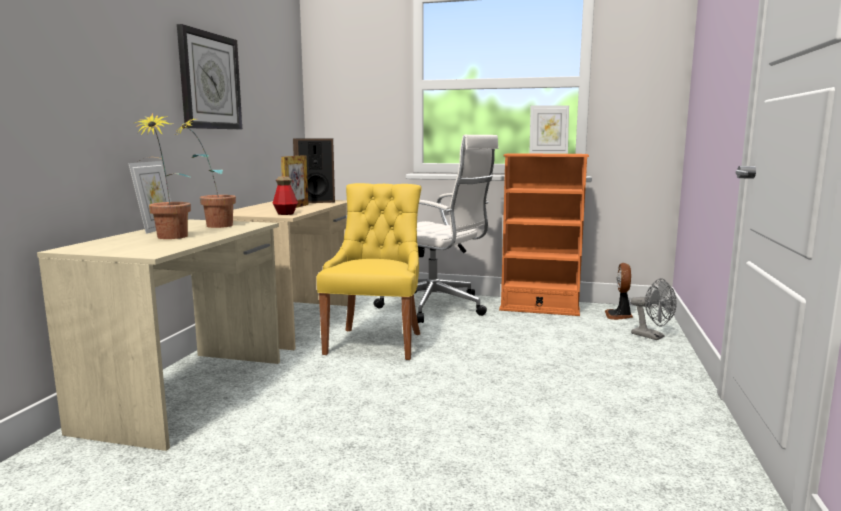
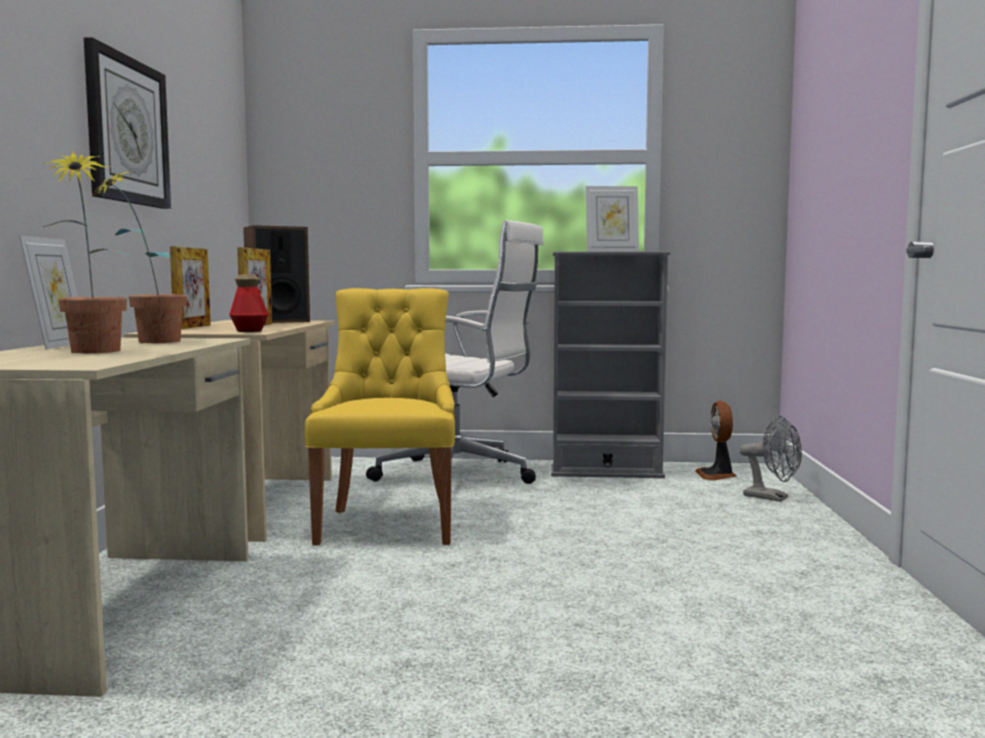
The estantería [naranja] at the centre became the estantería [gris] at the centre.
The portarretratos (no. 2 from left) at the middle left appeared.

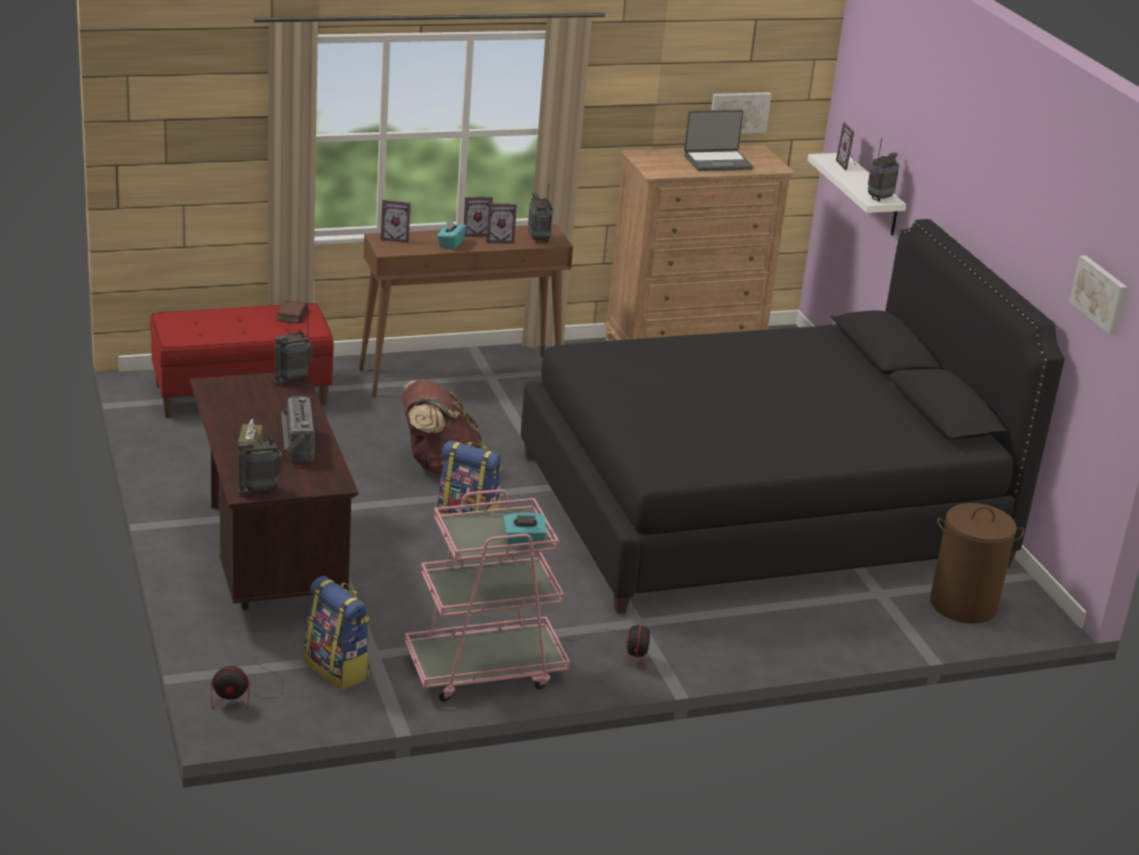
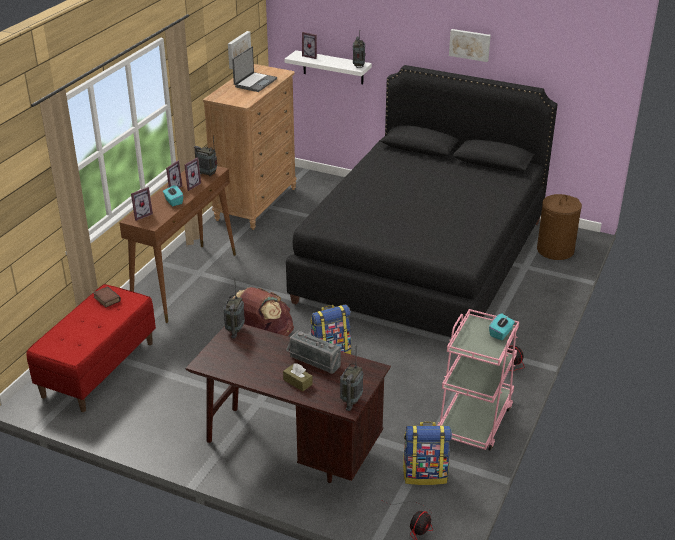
The cuadro (no. 2 from left) moved from the middle right to the top right.

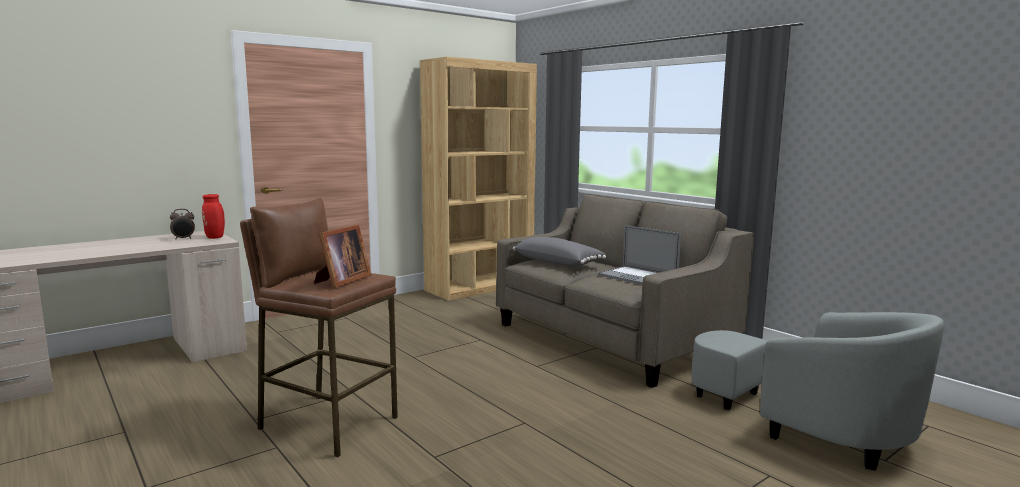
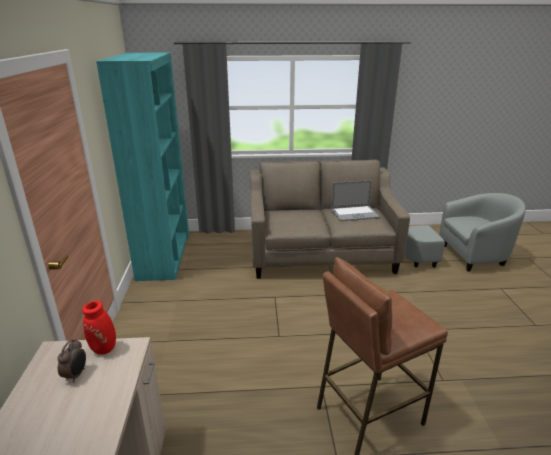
The estantería [marrón] at the centre became the estantería [turquesa] at the middle left.
The portarretratos at the centre disappeared.
The cojín [gris] at the centre disappeared.

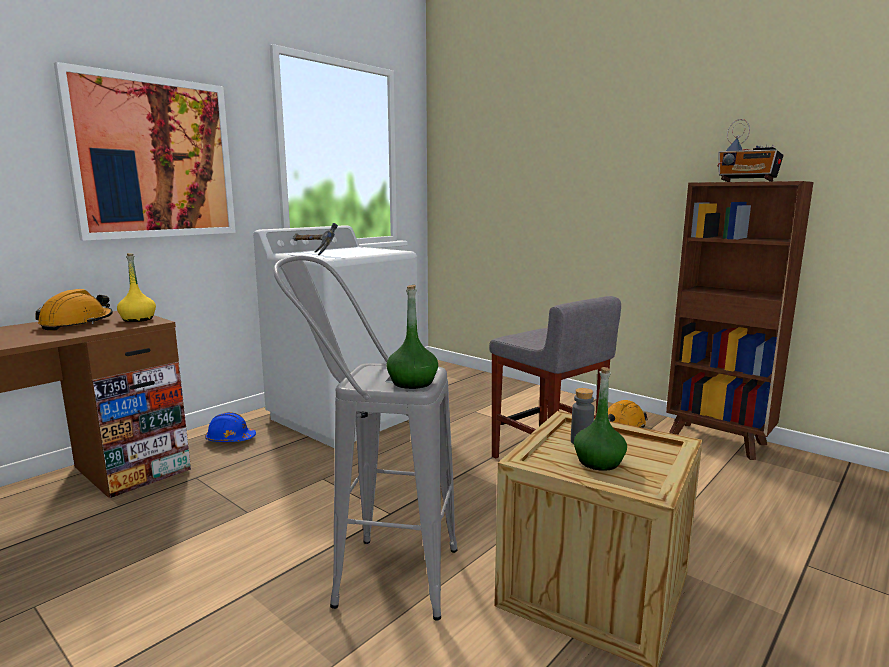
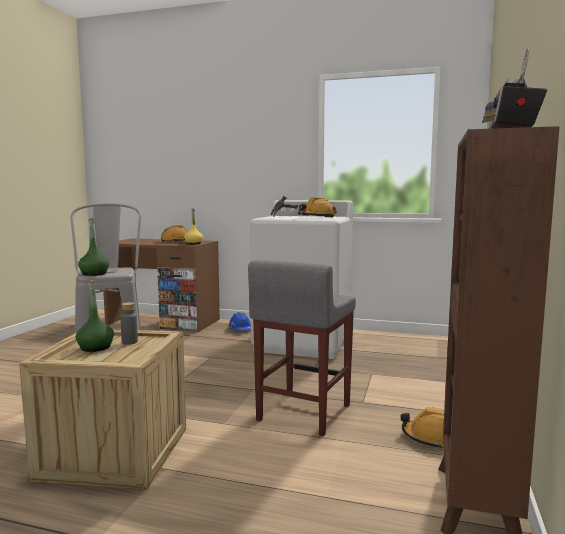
The cuadro at the top left disappeared.
The casco [naranja] (no. 2 from left) at the centre appeared.

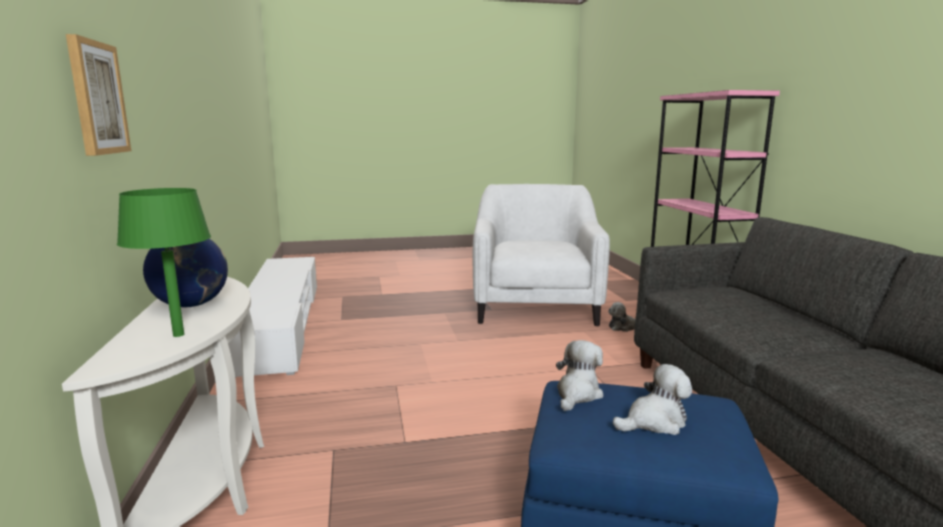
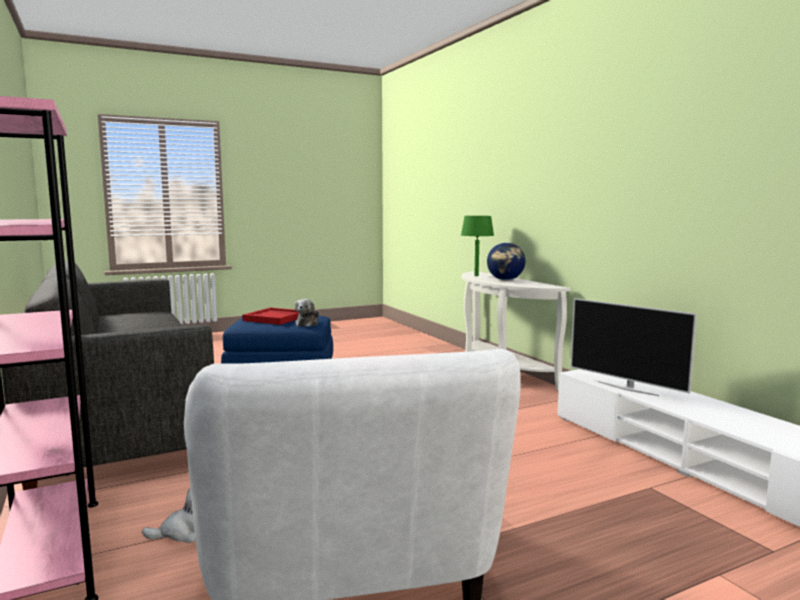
The cuadro at the top left disappeared.
The peluche (no. 3 from left) at the bottom right was replaced by the bandeja [rojo] at the centre.
The televisor at the middle right appeared.

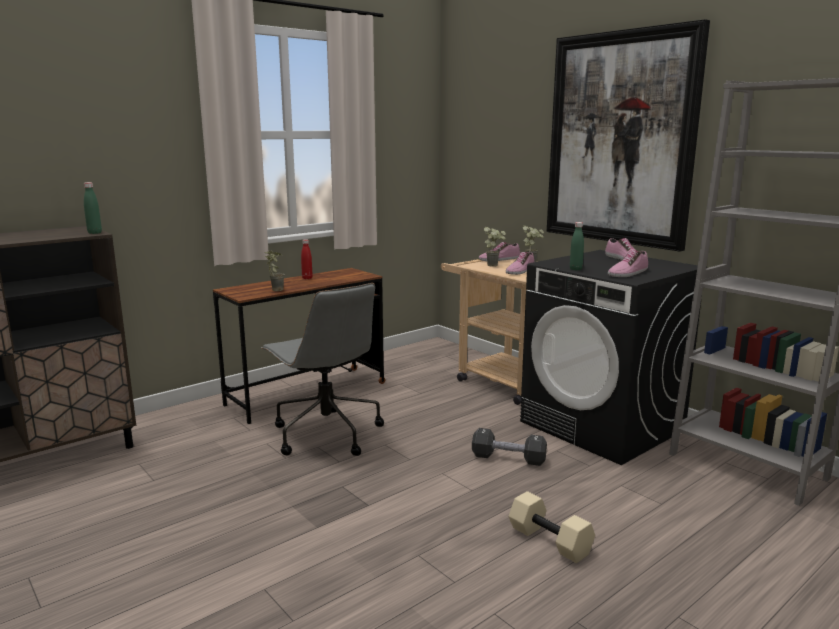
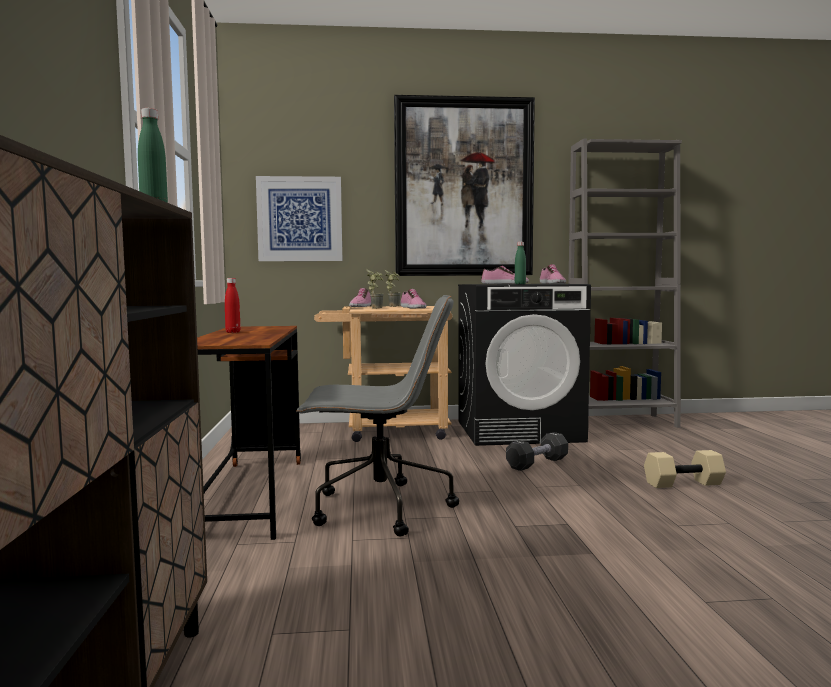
The planta en maceta (no. 1 from left) at the middle left disappeared.
The cuadro (no. 1 from left) at the top centre appeared.

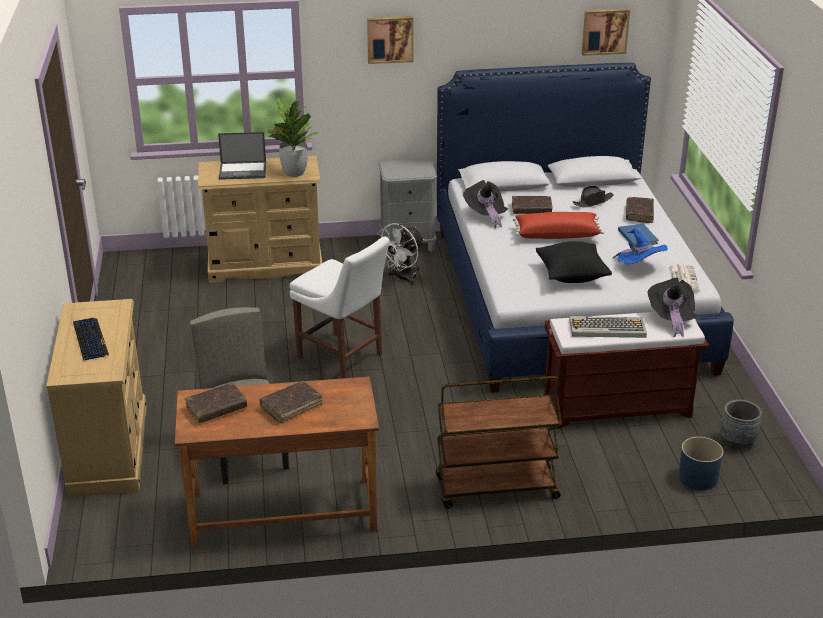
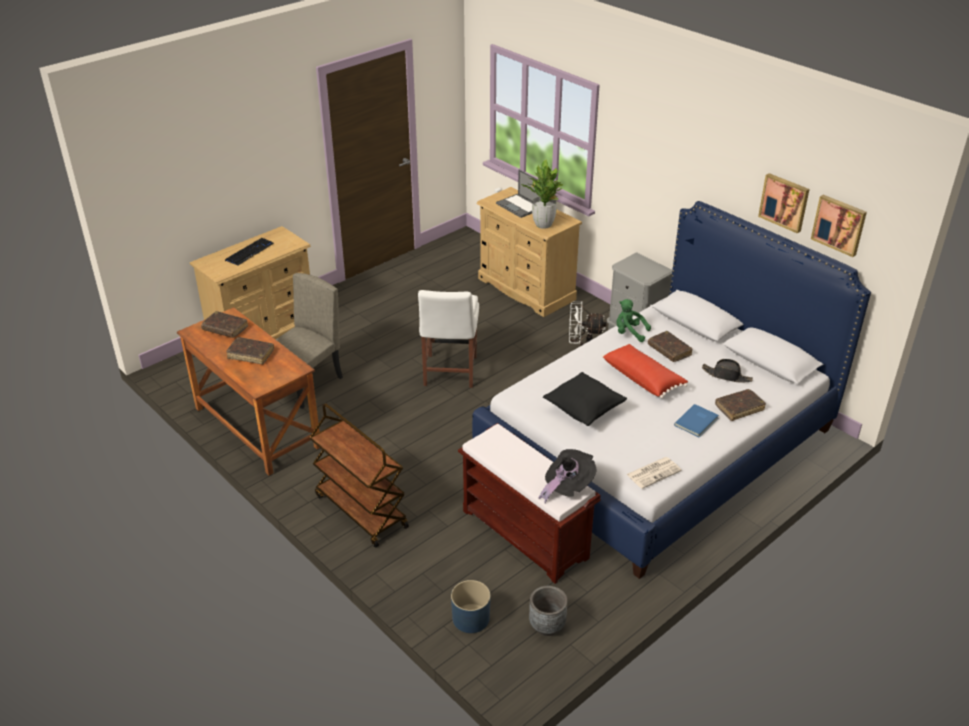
The cuadro (no. 1 from left) moved from the top centre to the top right.
The sombrero [negro] (no. 1 from left) at the top centre was replaced by the peluche [verde] at the centre.
The sombrero [azul] at the middle right disappeared.
The teclado (no. 2 from left) at the middle right disappeared.

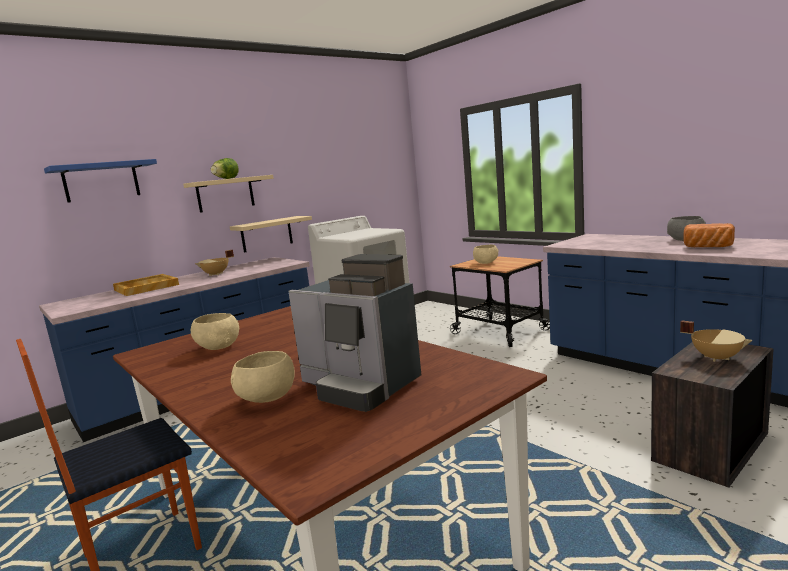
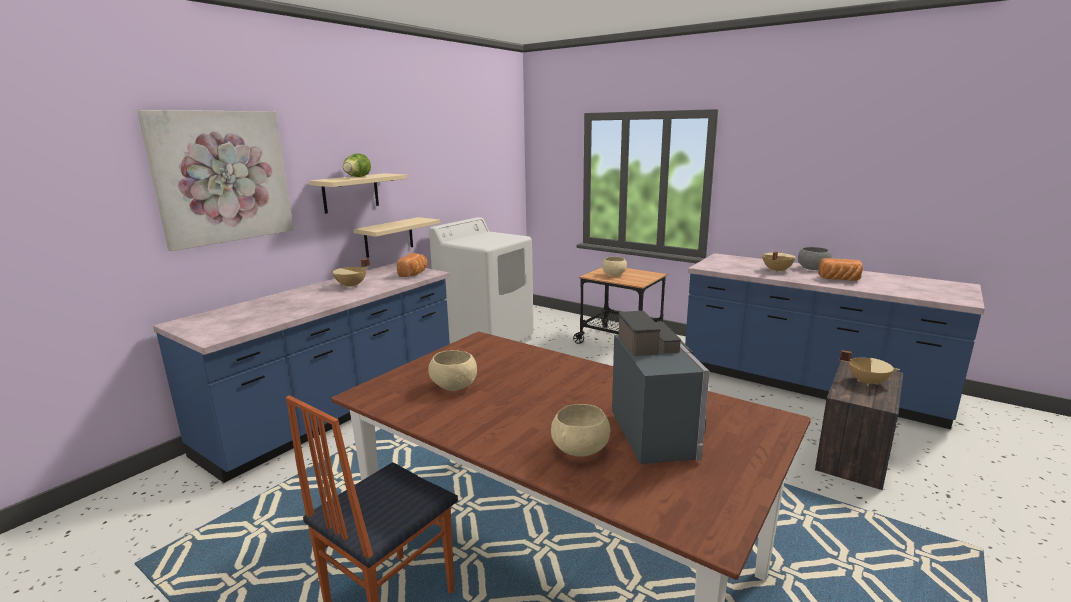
The estante [azul] at the top left was replaced by the cuadro at the top left.
The cafetera at the centre turned 120 degrees counterclockwise.
The bandeja [beis] at the middle left disappeared.
The olla [beis] (no. 2 from left) at the middle right appeared.
The pan (no. 1 from left) at the centre appeared.

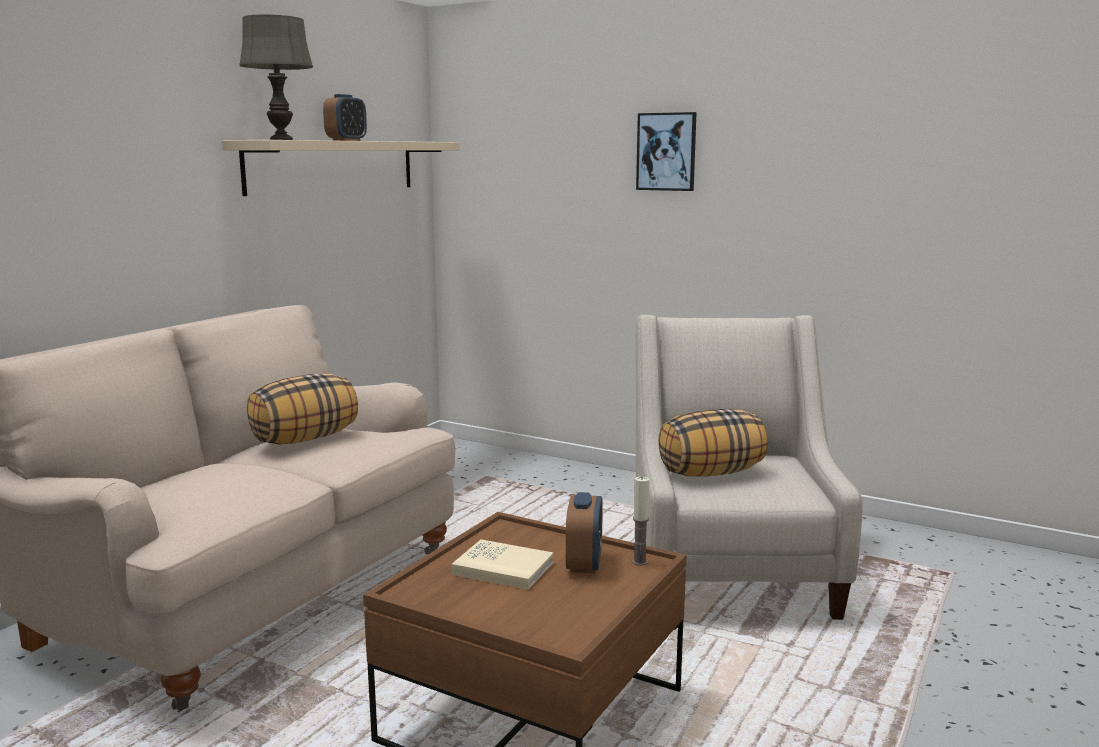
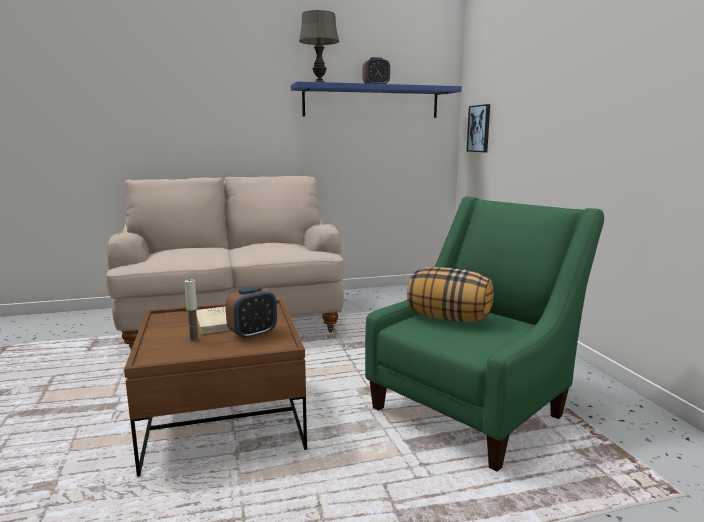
The cuadro moved from the top centre to the top right.
The estante [beis] at the top left became the estante [azul] at the top centre.
The sillón [beis] at the middle right became the sillón [verde] at the middle right.
The cojín (no. 1 from left) at the middle left disappeared.
The vela moved from the bottom centre to the middle left.

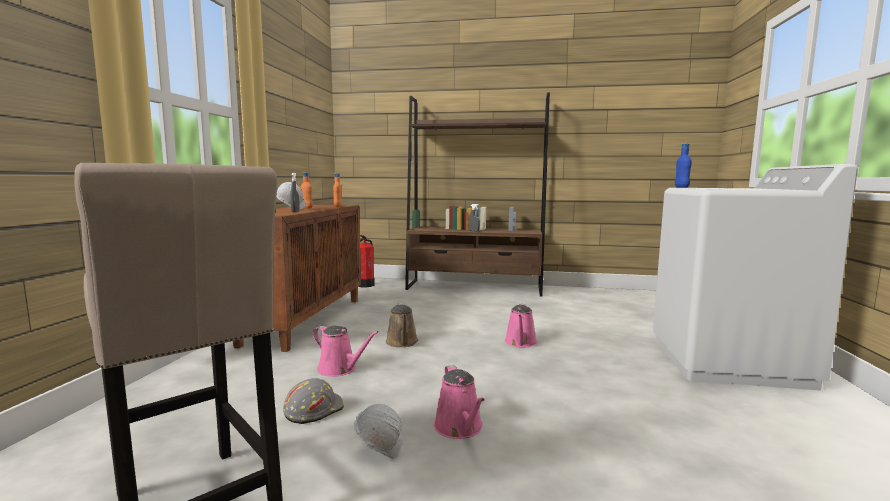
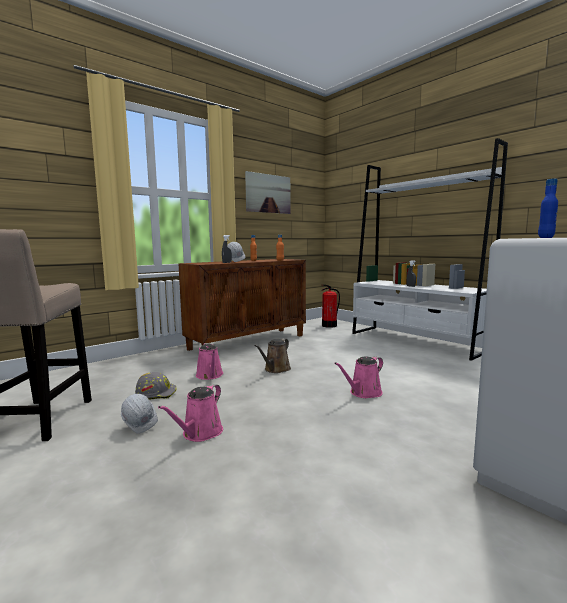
The estantería [marrón] at the centre became the estantería [blanco] at the middle right.
The cuadro at the top centre appeared.

